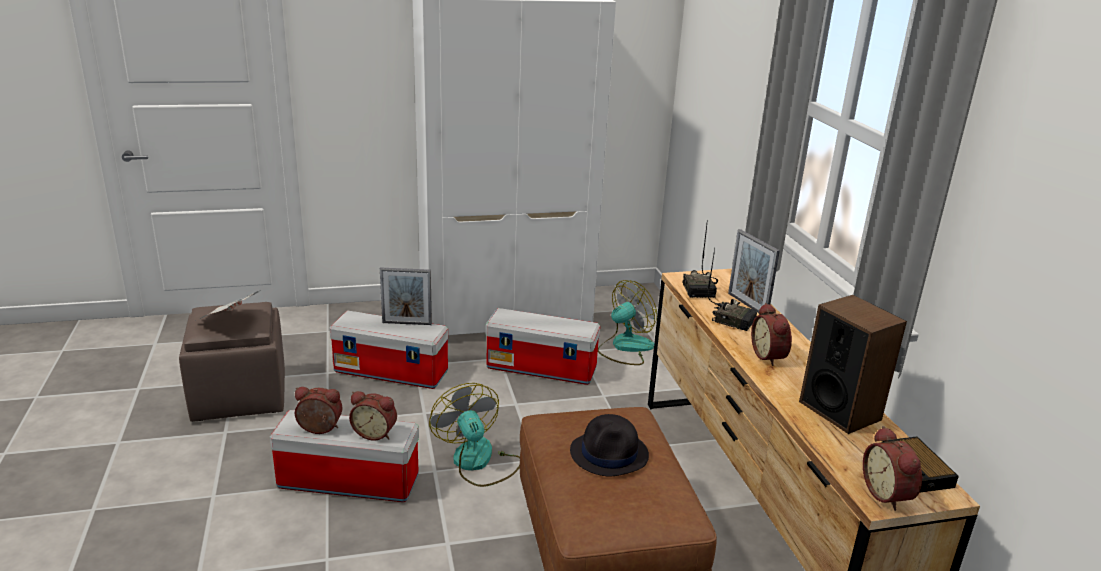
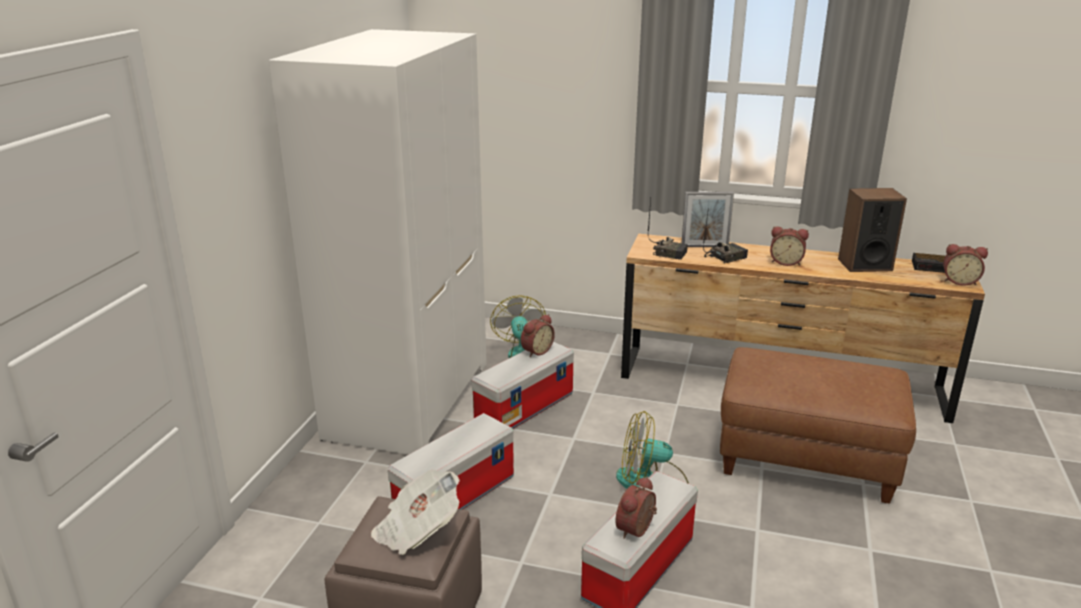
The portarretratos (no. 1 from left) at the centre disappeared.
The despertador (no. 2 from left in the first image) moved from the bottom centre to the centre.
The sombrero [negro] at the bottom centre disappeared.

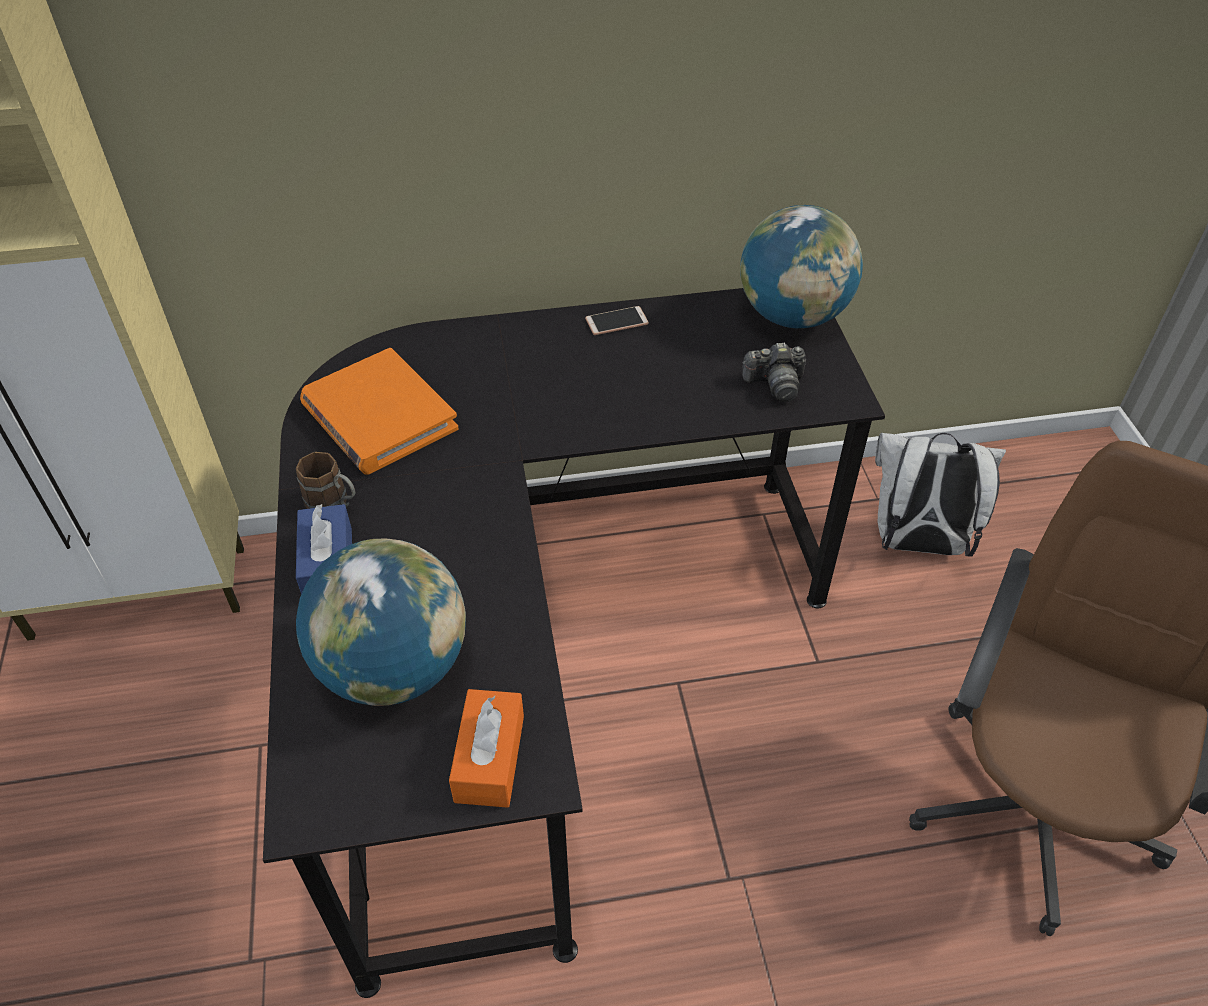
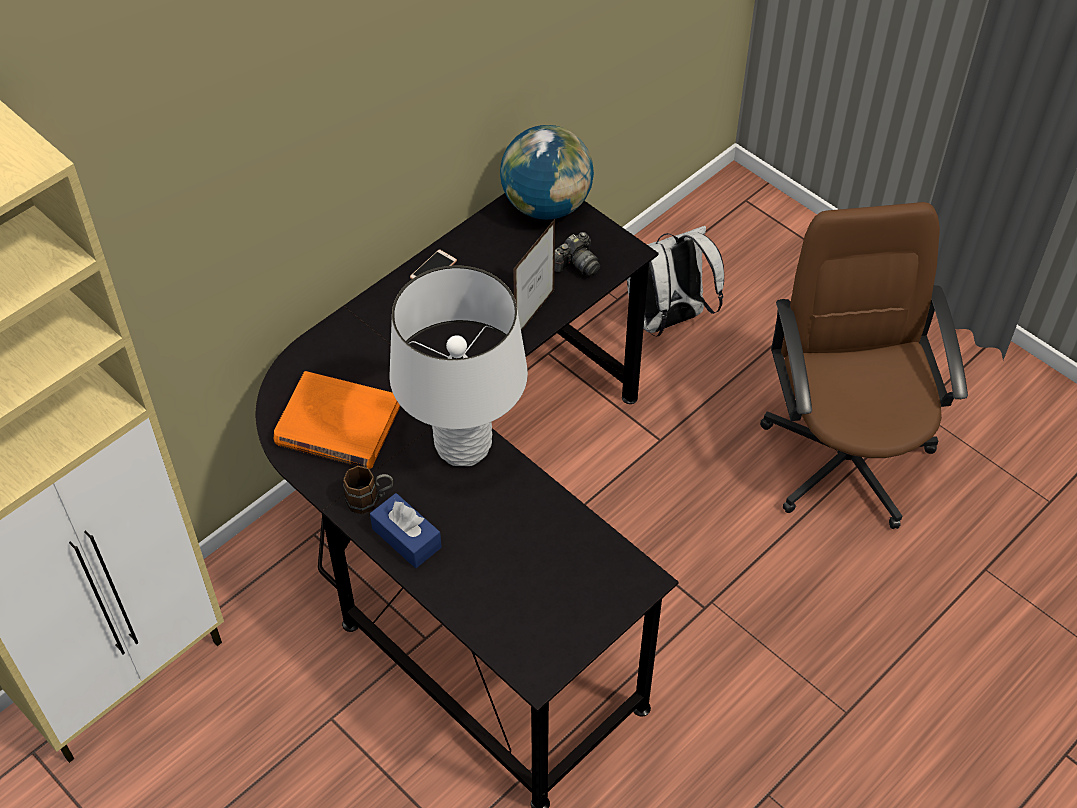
The globo terráqueo (no. 1 from left) at the middle left disappeared.
The caja de pañuelos [naranja] at the bottom centre disappeared.
The portarretratos at the centre appeared.
The lámpara de mesa [blanco] at the centre appeared.

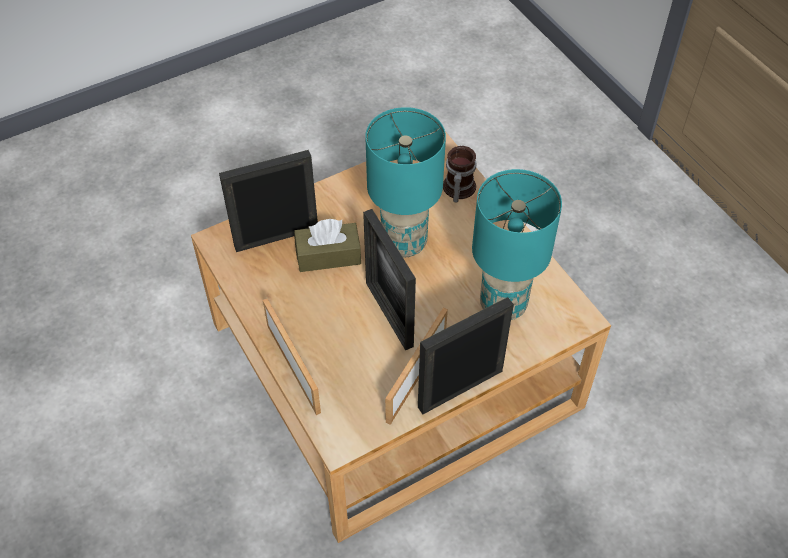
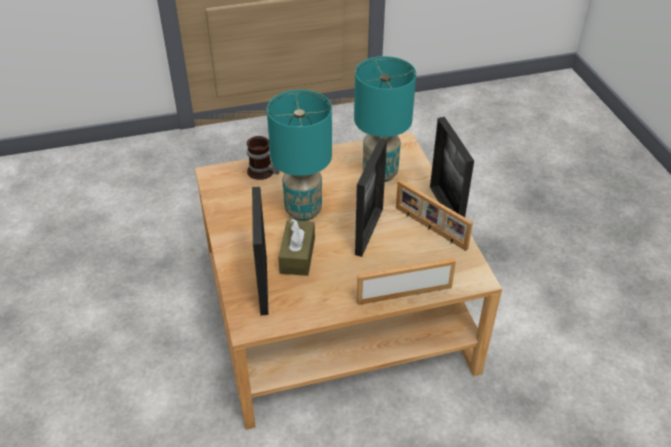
The portarretratos (no. 3 from left in the first image) at the centre turned 60 degrees counterclockwise.

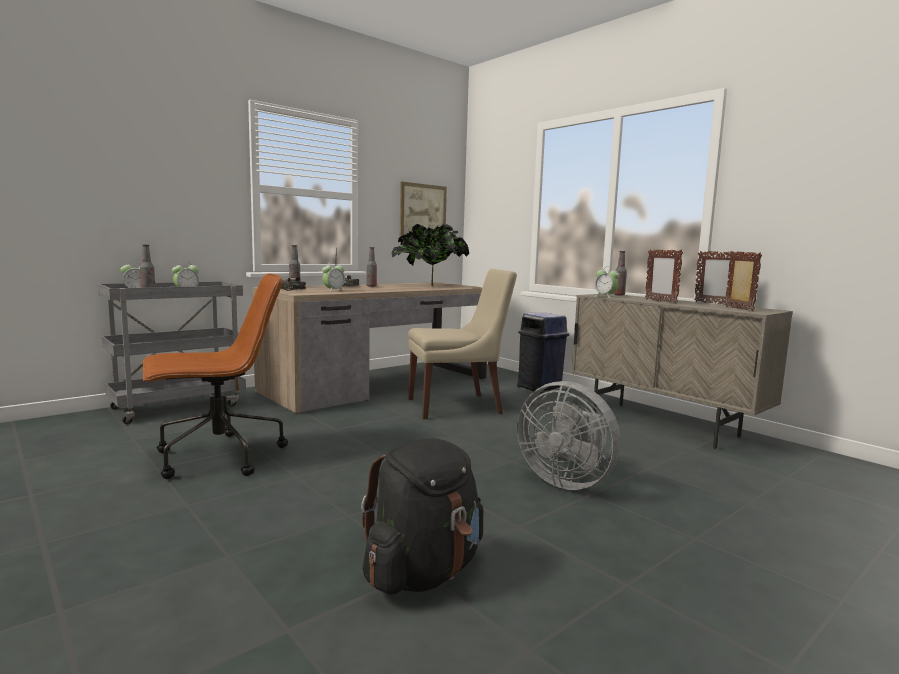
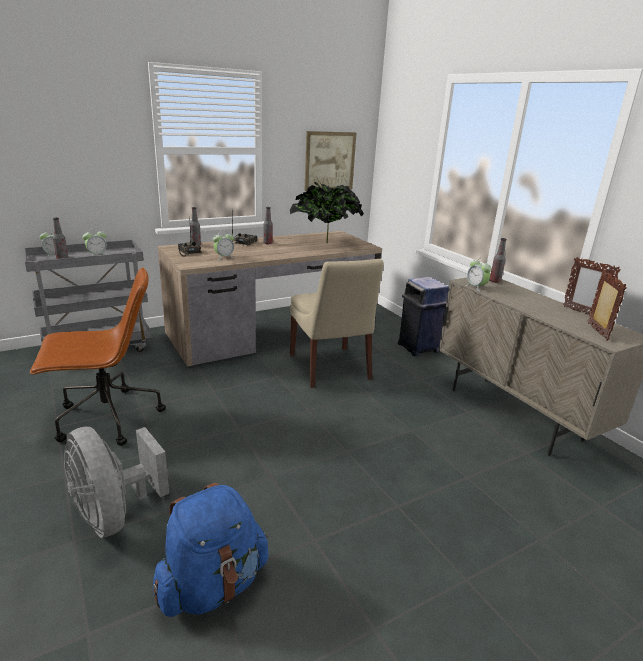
The portarretratos (no. 1 from left) at the middle right disappeared.
The silla [beis] at the centre turned 75 degrees clockwise.
The ventilador [gris] moved from the centre to the bottom left.
The mochila [negro] at the bottom centre became the mochila [azul] at the bottom left.

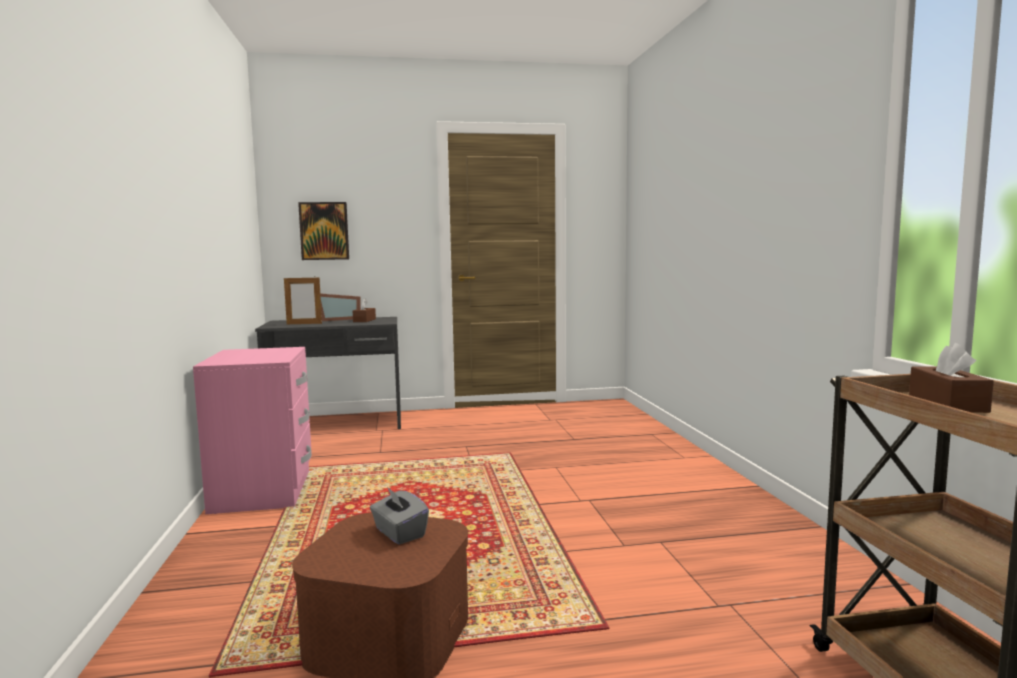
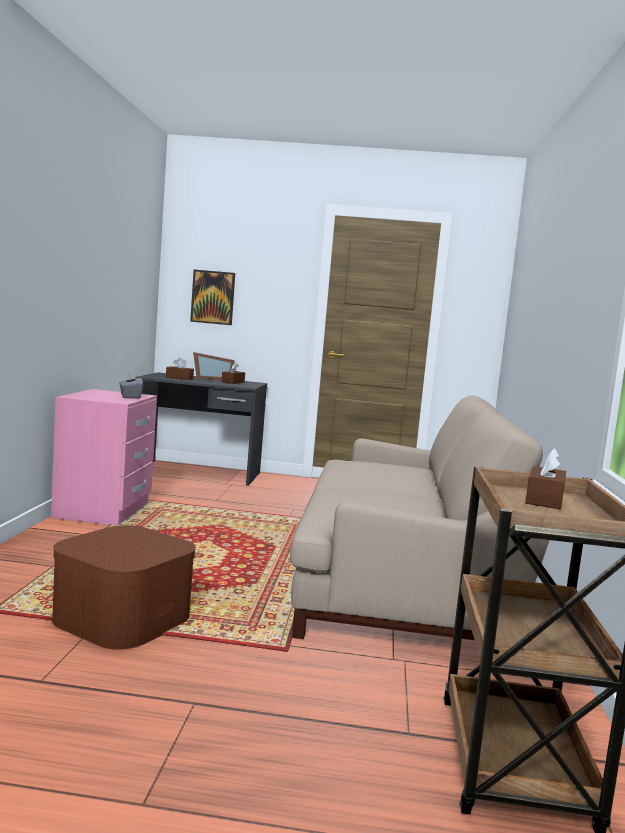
The portarretratos (no. 1 from left) at the middle left was replaced by the caja de pañuelos [marrón] (no. 1 from left) at the middle left.
The caja de pañuelos [gris] moved from the bottom centre to the middle left.
The sofá [beis] at the middle right appeared.

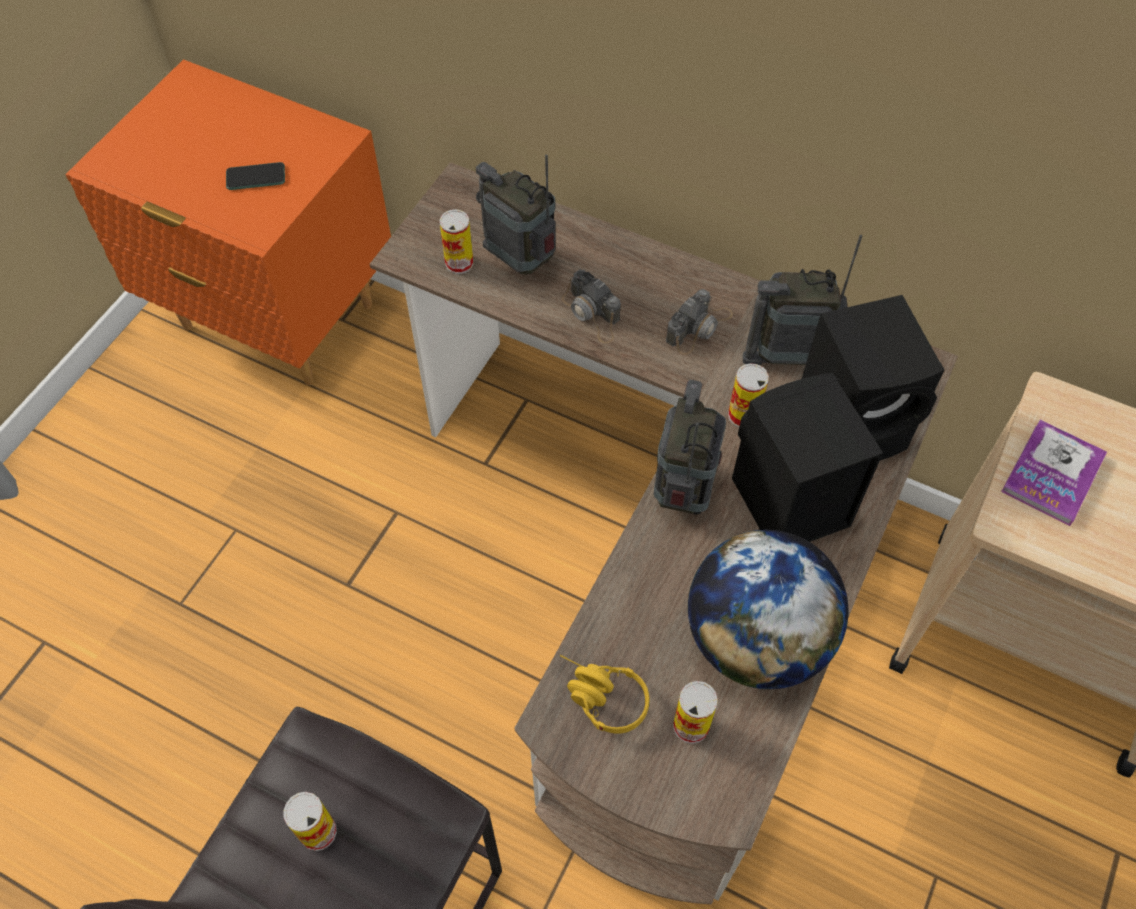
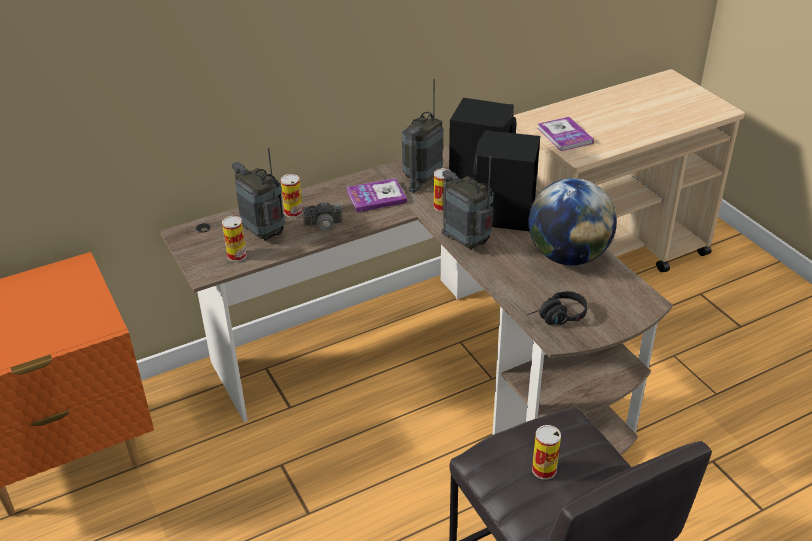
The radio (no. 1 from left) at the top centre turned 60 degrees clockwise.
The móvil at the top left disappeared.
The cámara (no. 2 from left) at the centre was replaced by the libro (no. 1 from left) at the centre.
The auriculares [amarillo] at the bottom centre became the auriculares [negro] at the middle right.
The lata (no. 3 from left in the first image) moved from the bottom centre to the centre.

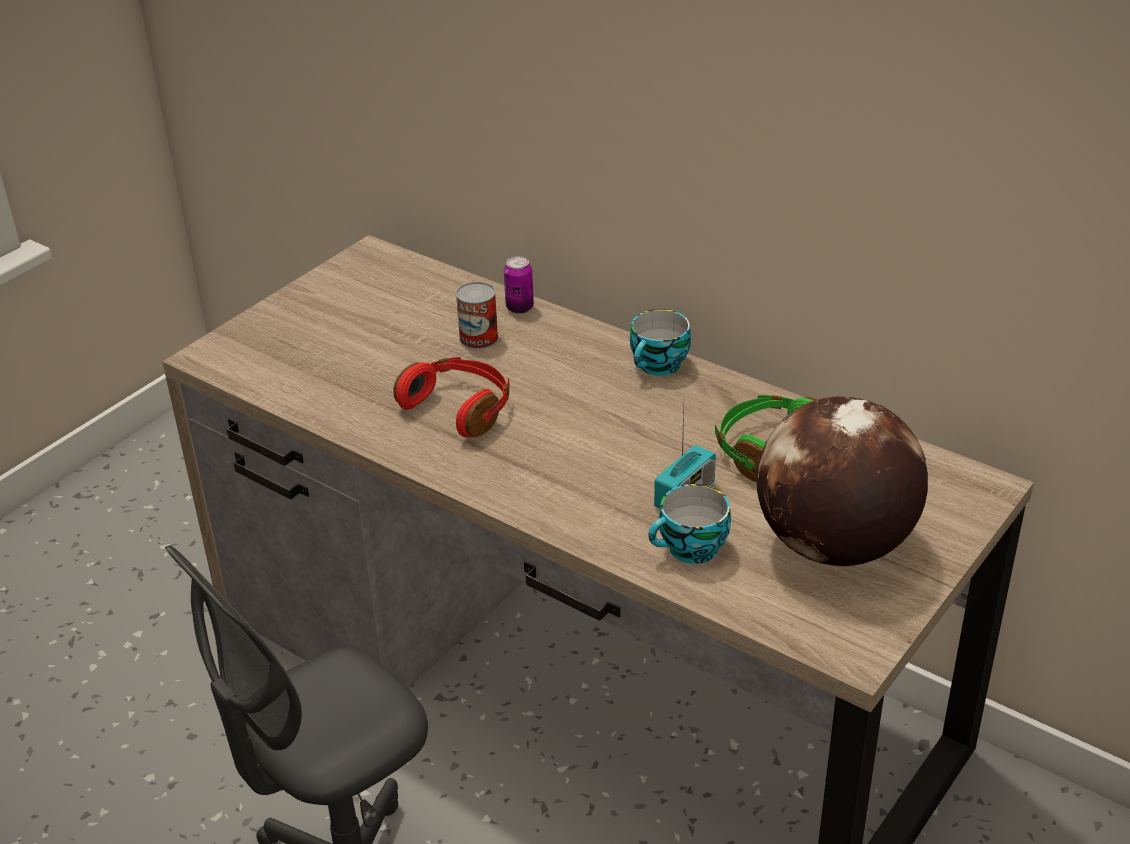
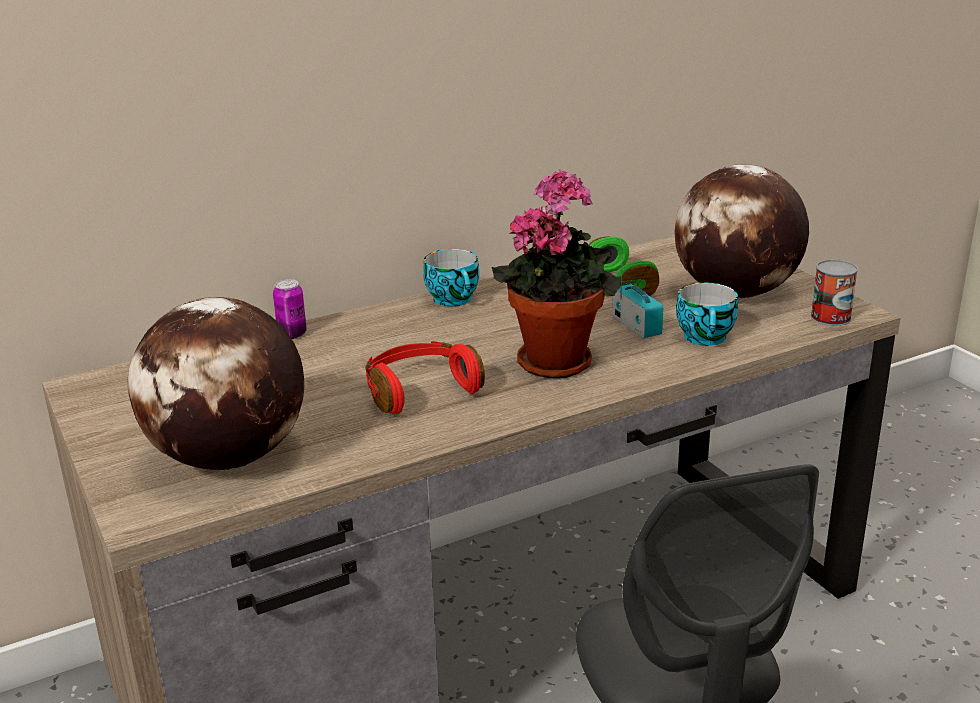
The lata (no. 1 from left in the first image) moved from the centre to the middle right.
The planta en maceta at the centre appeared.
The globo terráqueo (no. 1 from left) at the middle left appeared.

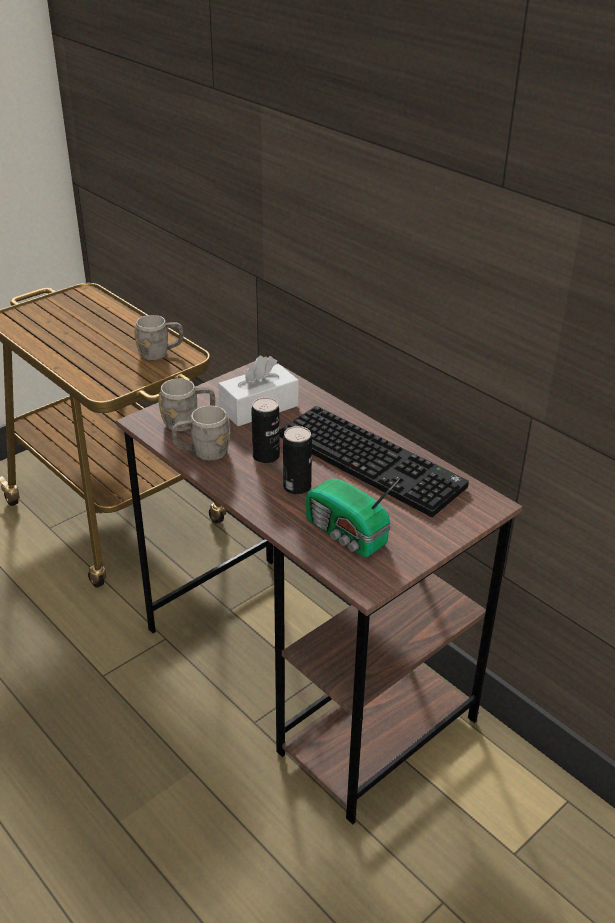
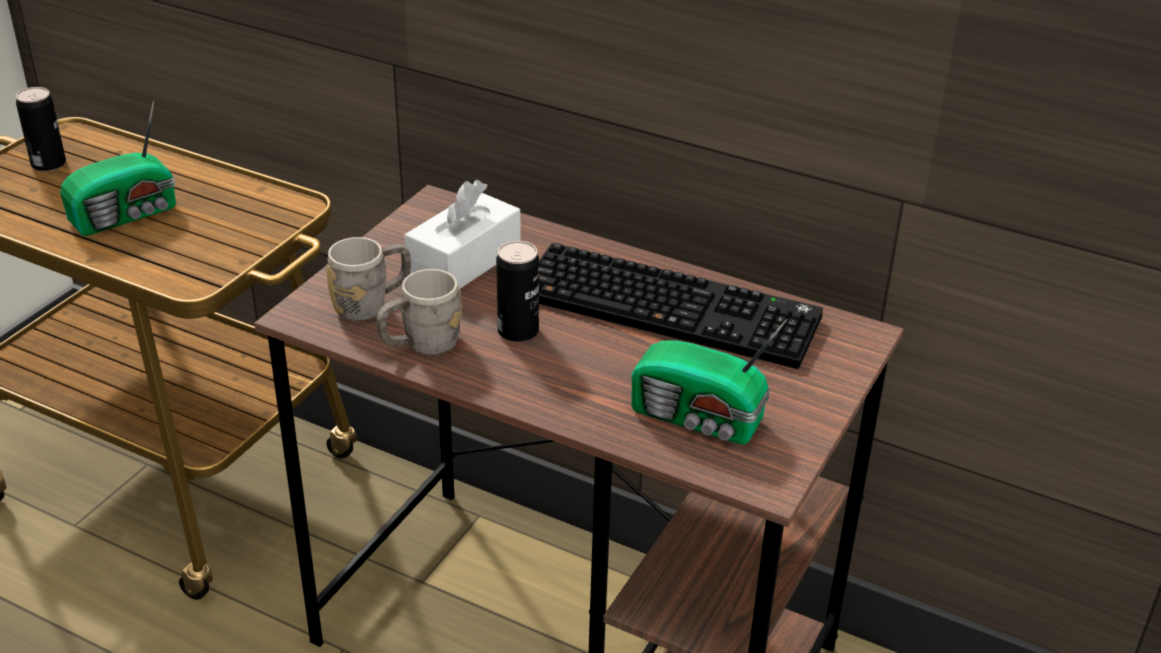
The taza grande [gris] (no. 1 from left) at the middle left disappeared.
The lata (no. 2 from left in the first image) moved from the centre to the top left.
The radio (no. 1 from left) at the top left appeared.

